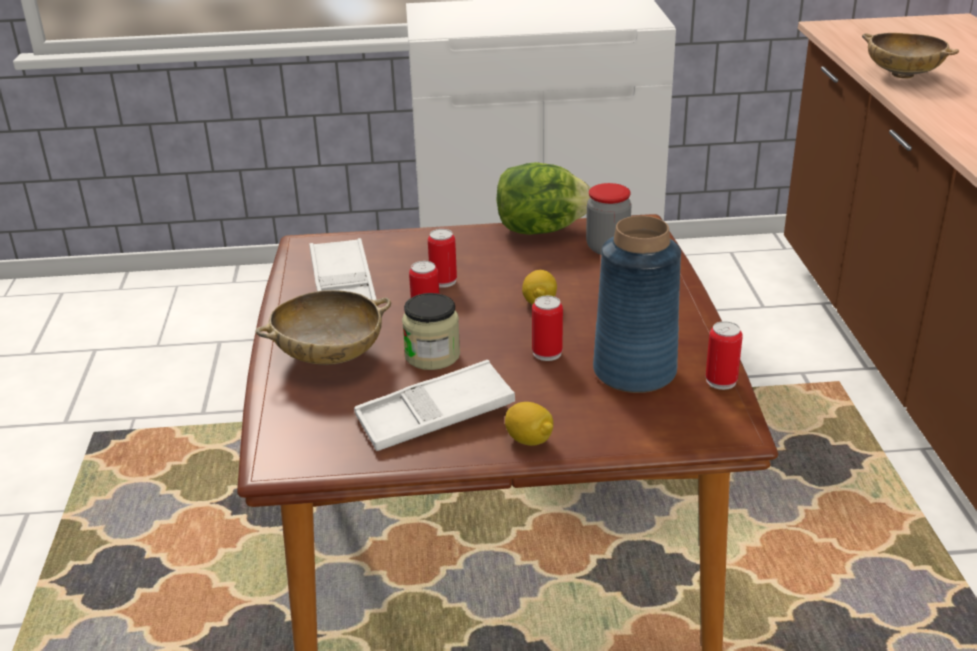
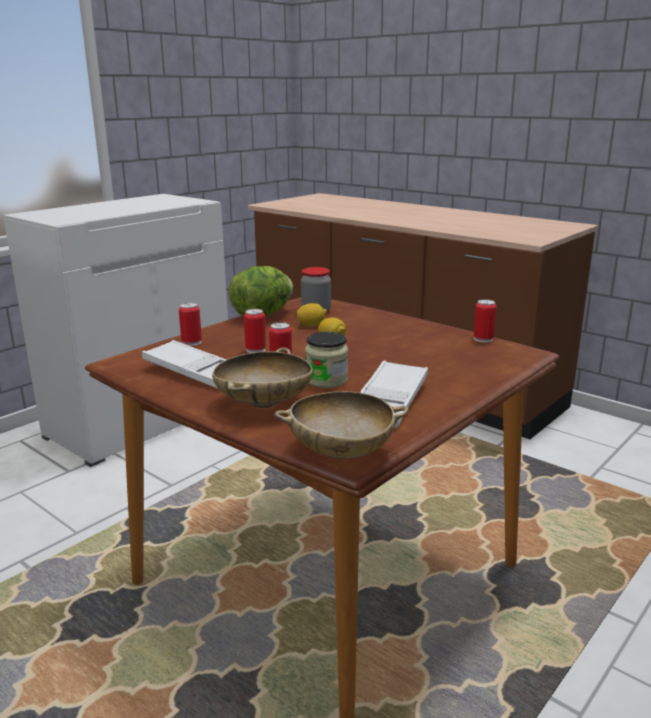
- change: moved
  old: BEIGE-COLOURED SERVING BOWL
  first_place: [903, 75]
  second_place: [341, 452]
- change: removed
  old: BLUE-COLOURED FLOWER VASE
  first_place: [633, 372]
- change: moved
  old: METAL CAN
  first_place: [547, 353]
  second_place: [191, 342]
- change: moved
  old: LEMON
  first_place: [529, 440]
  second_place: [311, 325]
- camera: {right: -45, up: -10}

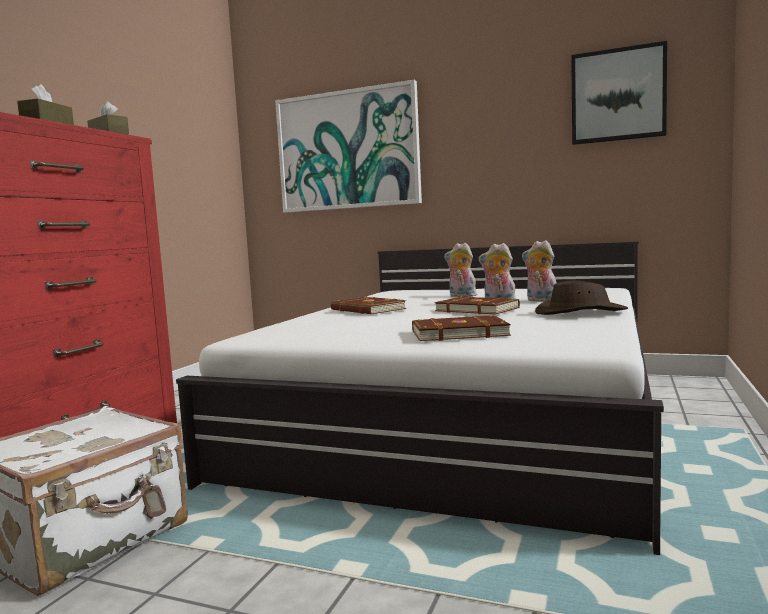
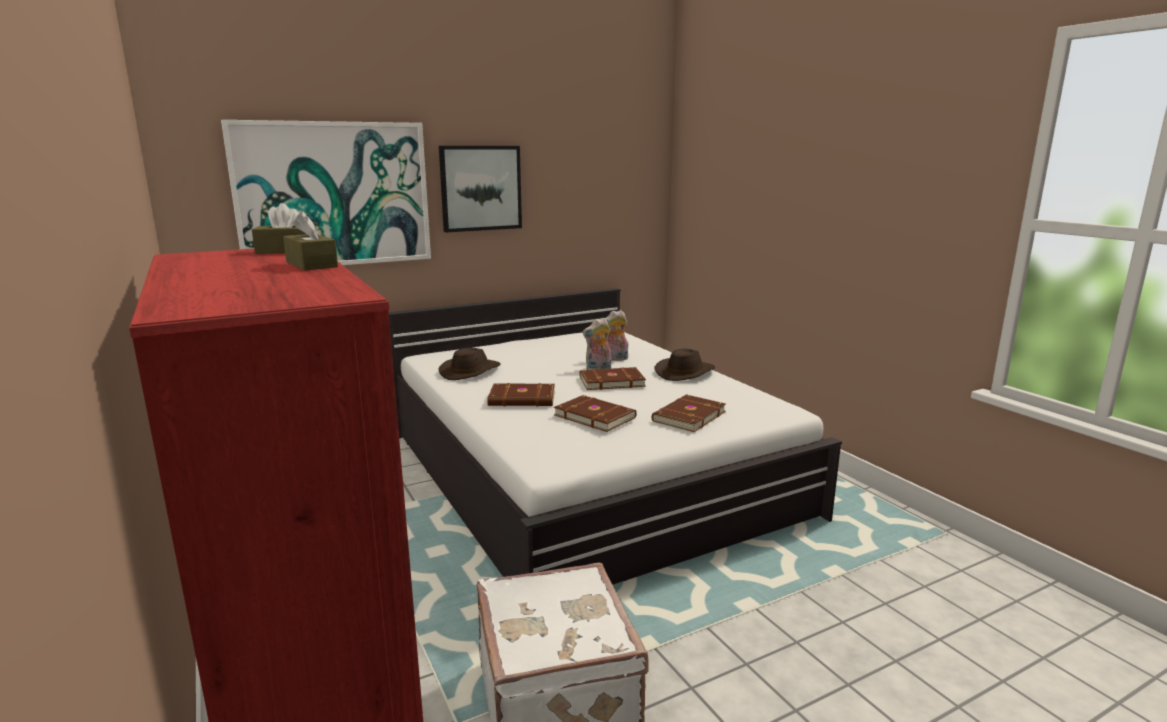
- change: moved
  old: PICTURE
  first_place: [618, 95]
  second_place: [480, 188]
- change: removed
  old: SOFT TOY
  first_place: [461, 296]
- change: added
  new: BROWN-COLOURED CLOTHING HAT
  second_place: [470, 371]
- change: added
  new: BROWN-COLOURED BOOK
  second_place: [595, 416]
- camera: {right: -50, up: 10}

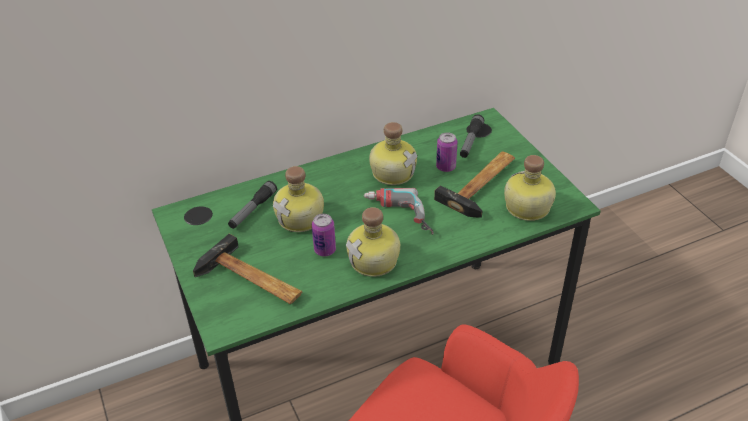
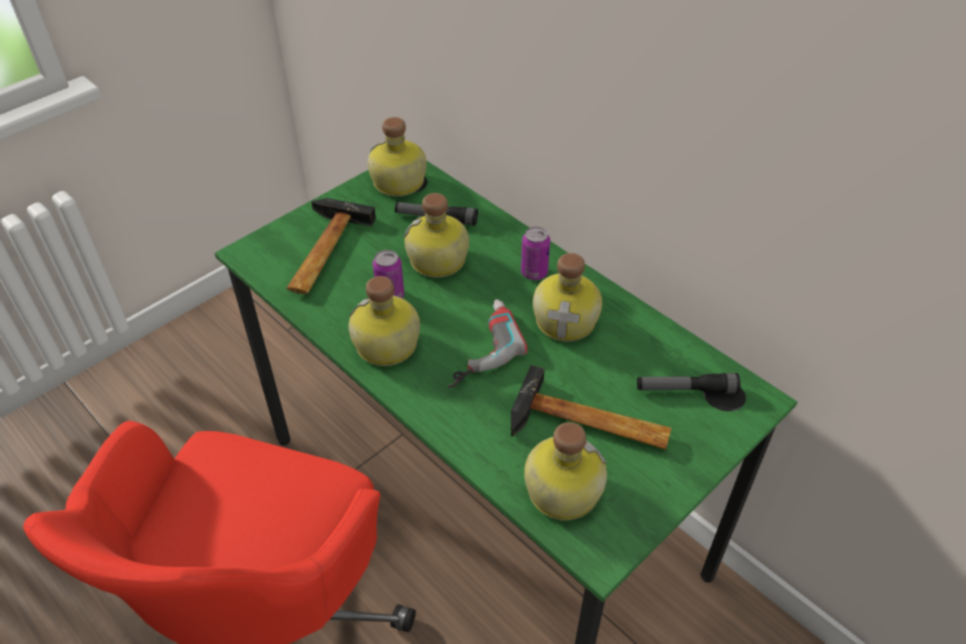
- change: moved
  old: METAL CAN
  first_place: [446, 167]
  second_place: [534, 273]
- change: added
  new: BOTTLE
  second_place: [398, 183]
- camera: {right: 70, up: 5}

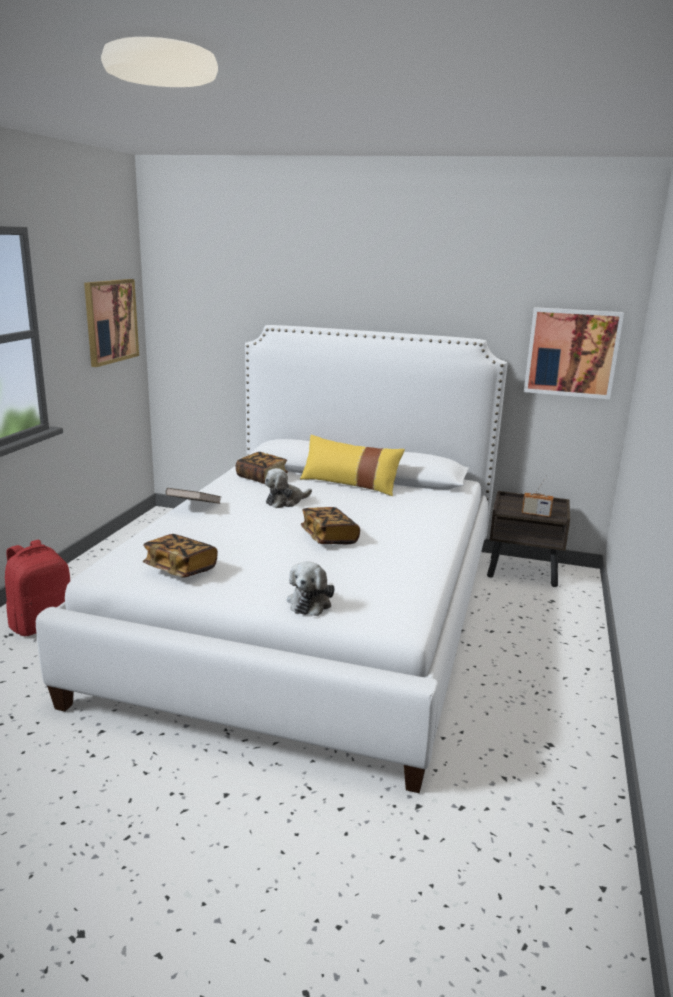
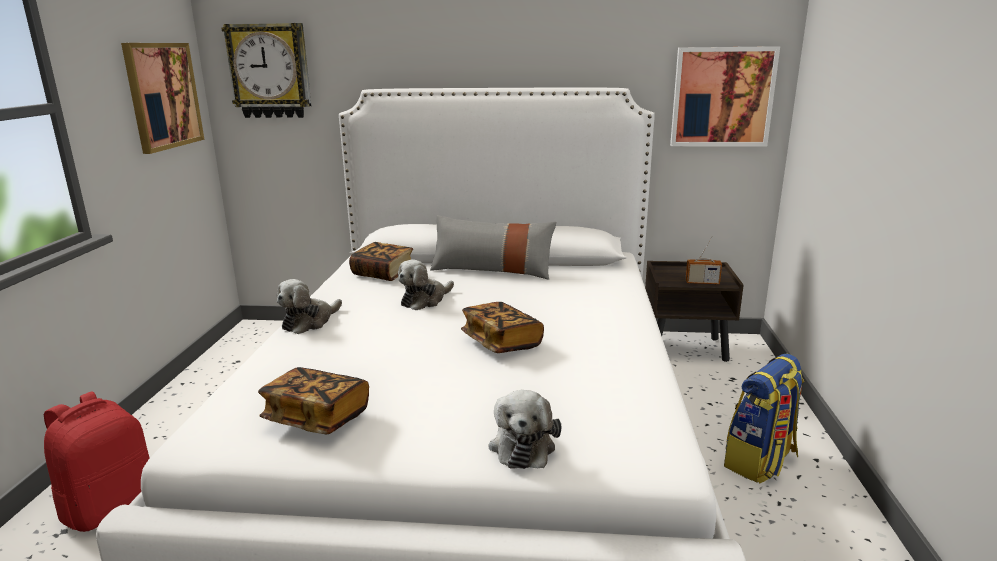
- change: recoloured
  old: YELLOWISH THROW PILLOW
  new: GREYISH THROW PILLOW
  first_place: [350, 484]
  second_place: [492, 270]
- change: replaced
  old: BROWN-COLOURED BOOK
  new: SOFT TOY
  first_place: [194, 508]
  second_place: [309, 322]
- change: added
  new: HANGING CLOCK
  second_place: [270, 71]
- change: added
  new: BACKPACK
  second_place: [760, 462]
- camera: {right: -10, up: 0}

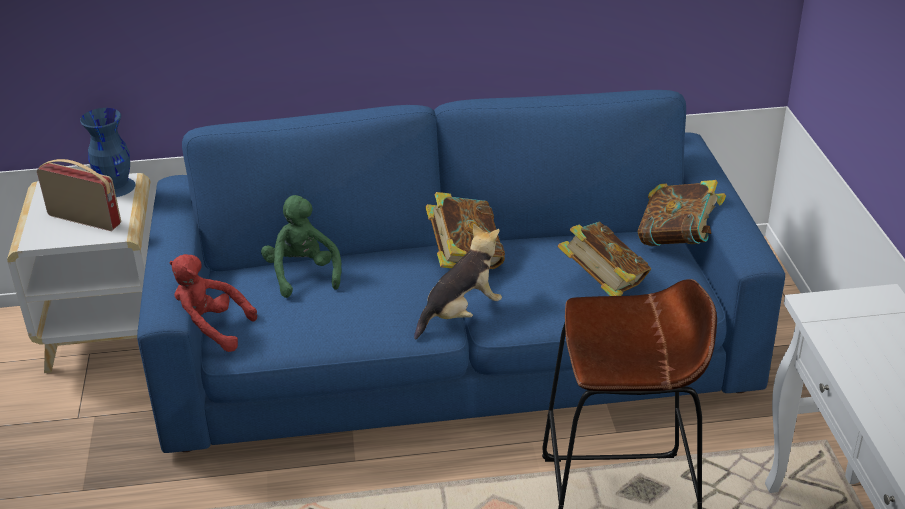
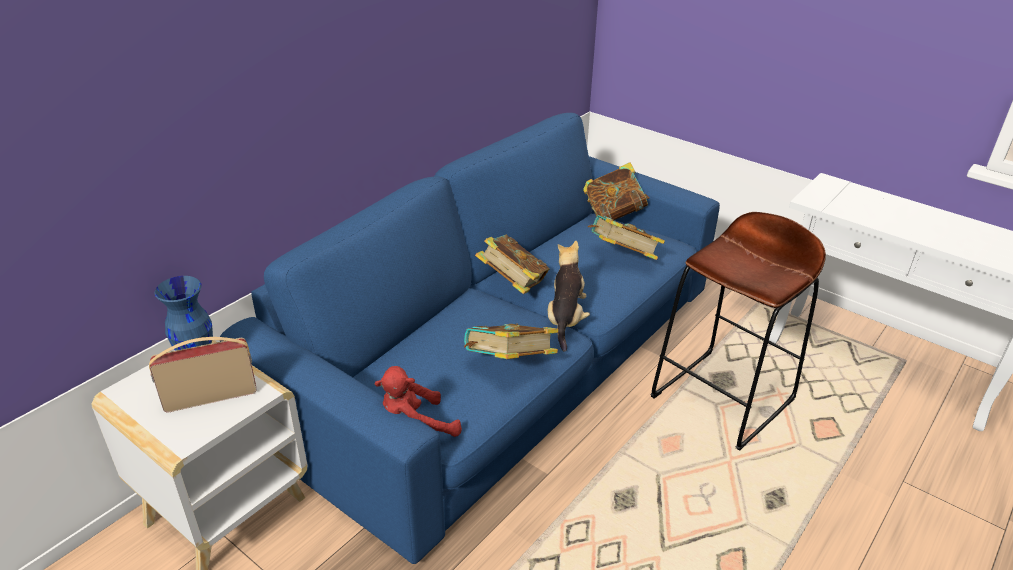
- change: removed
  old: GREEN-COLOURED SOFT TOY
  first_place: [303, 274]
- change: added
  new: BOOK
  second_place: [509, 365]
- camera: {right: -45, up: 0}

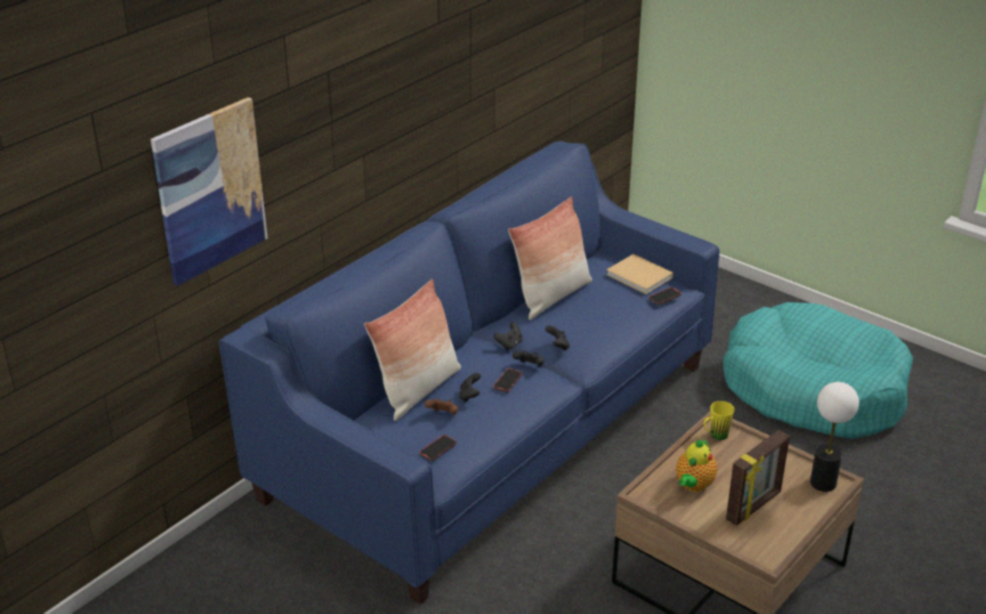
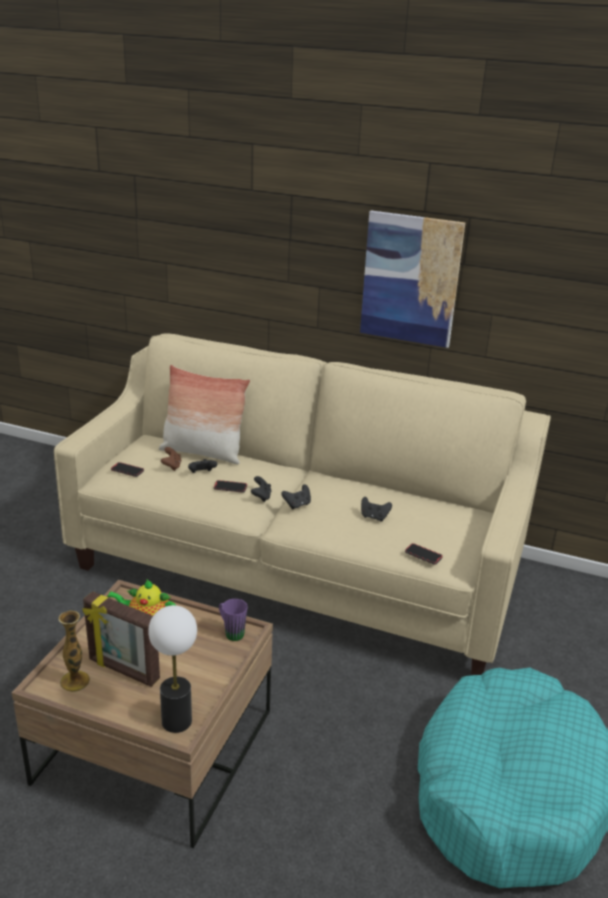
- change: moved
  old: PICTURE
  first_place: [210, 190]
  second_place: [410, 279]
- change: recoloured
  old: BLUE-COLOURED SETTEE
  new: BEIGE-COLOURED SETTEE
  first_place: [492, 432]
  second_place: [298, 566]
- change: removed
  old: THROW PILLOW
  first_place: [552, 296]
- change: removed
  old: BEIGE-COLOURED BOOK
  first_place: [640, 277]
- change: moved
  old: BLACKISH GAME CONTROLLER
  first_place: [509, 344]
  second_place: [374, 517]
- change: recoloured
  old: YELLOWISH TEA MUG
  new: PURPLISH TEA MUG
  first_place: [715, 436]
  second_place: [231, 632]
- change: added
  new: FLOWER VASE
  second_place: [74, 681]
- camera: {right: 70, up: -5}

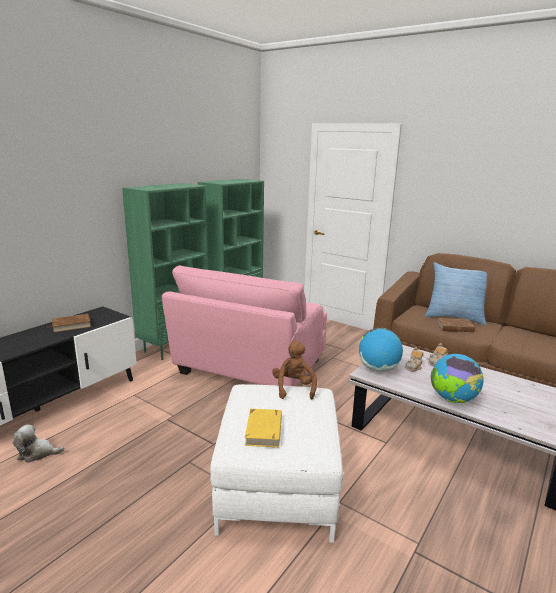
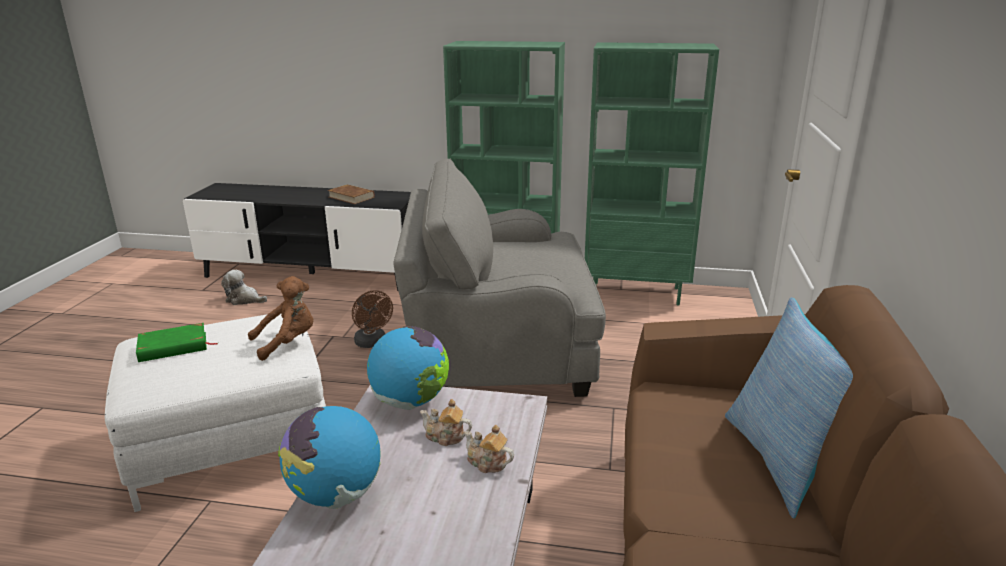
- change: recoloured
  old: PINK EASY CHAIR
  new: GREYISH EASY CHAIR
  first_place: [249, 368]
  second_place: [497, 348]
- change: removed
  old: BROWN-COLOURED BOOK
  first_place: [455, 327]
- change: recoloured
  old: YELLOWISH BOOK
  new: GREEN-COLOURED BOOK
  first_place: [264, 430]
  second_place: [173, 347]
- change: turned
  old: SOFT TOY
  first_place: [37, 453]
  second_place: [244, 300]
  degrees: -45
- change: added
  new: BROWN-COLOURED COOLING FAN
  second_place: [372, 343]
- camera: {right: 65, up: 5}

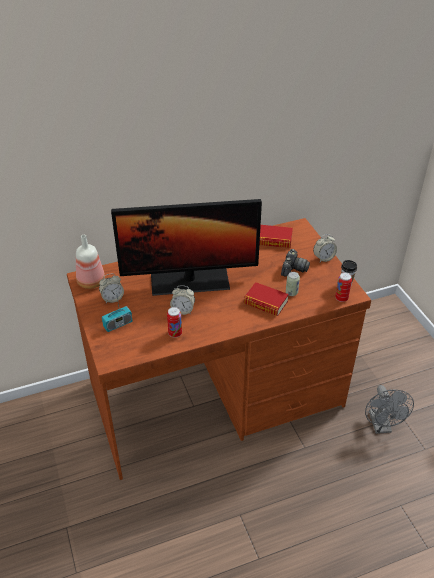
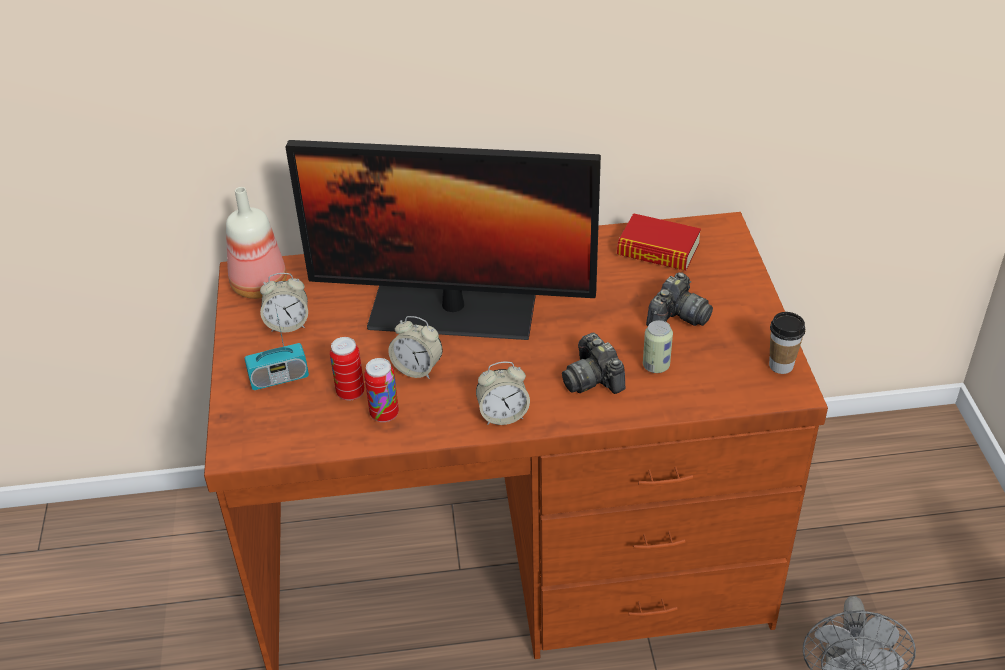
- change: moved
  old: BEDSIDE CLOCK
  first_place: [323, 258]
  second_place: [503, 415]
- change: moved
  old: METAL CAN
  first_place: [341, 298]
  second_place: [350, 392]
- change: replaced
  old: BOOK
  new: PHOTO CAMERA
  first_place: [265, 303]
  second_place: [593, 379]
- camera: {right: 15, up: 0}

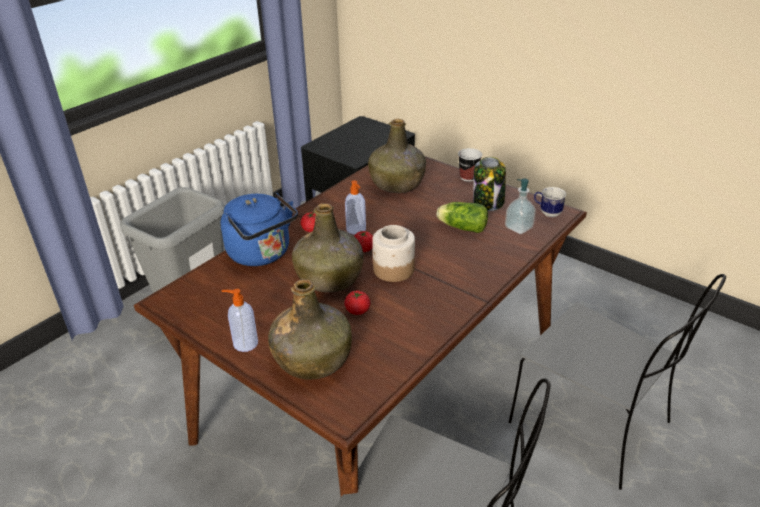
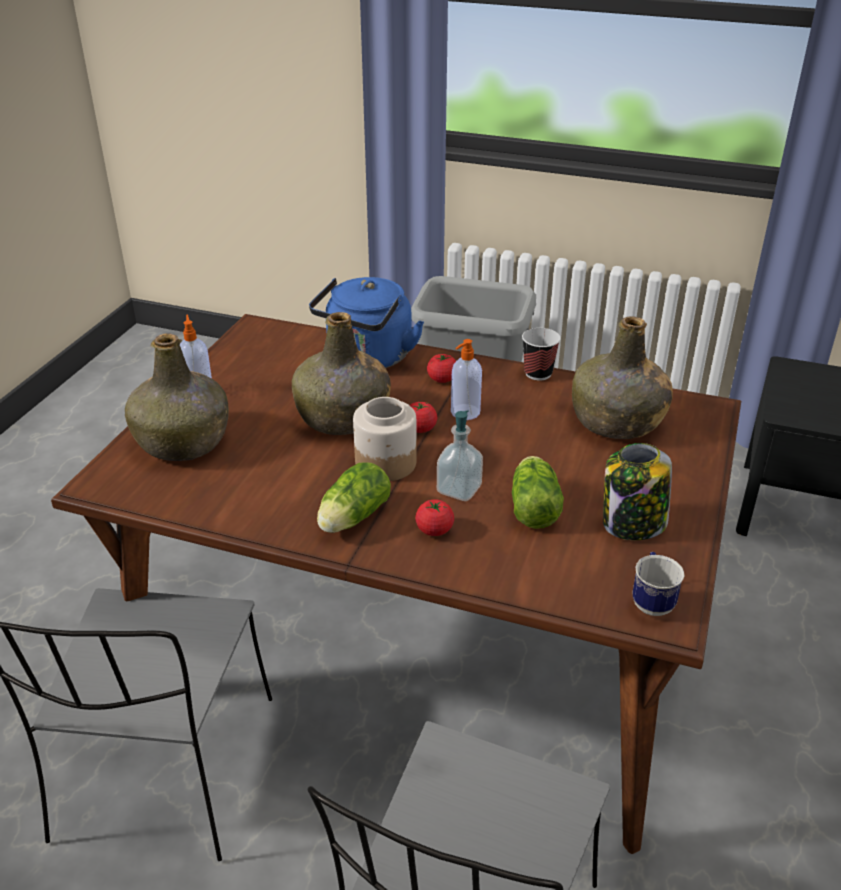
- change: moved
  old: SMALL CUP
  first_place: [468, 177]
  second_place: [538, 373]
- change: moved
  old: LIQUID SOAP BOTTLE
  first_place: [518, 227]
  second_place: [459, 489]
- change: moved
  old: FRESH TOMATO
  first_place: [357, 311]
  second_place: [434, 530]
- change: added
  new: HEAD OF LETTUCE
  second_place: [351, 518]
- camera: {right: 70, up: 0}

